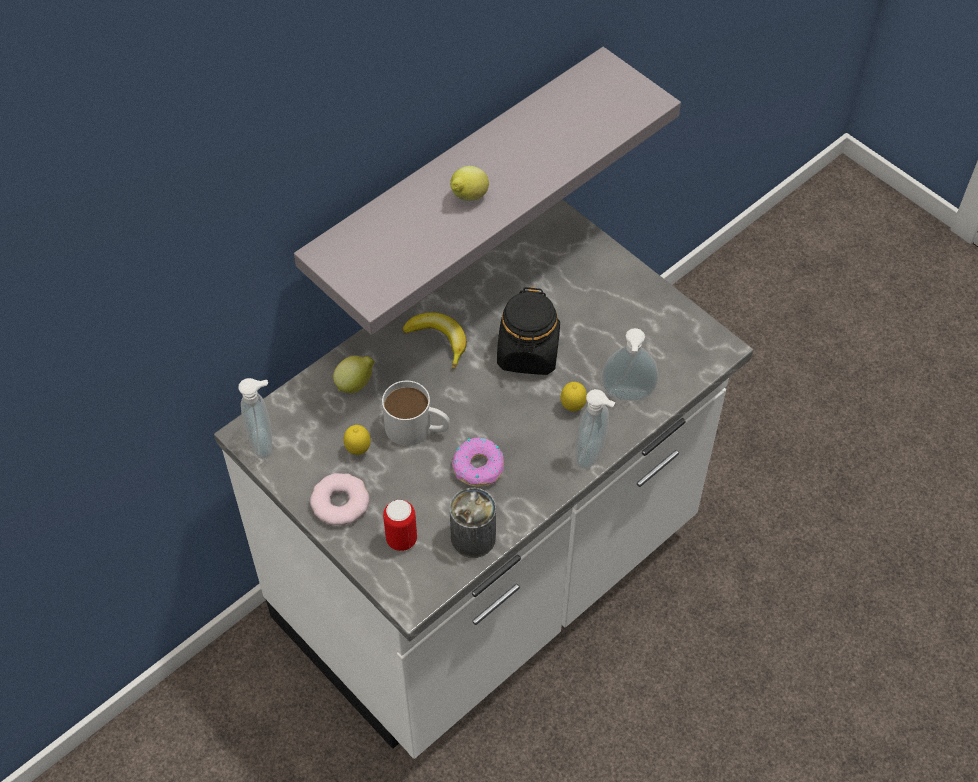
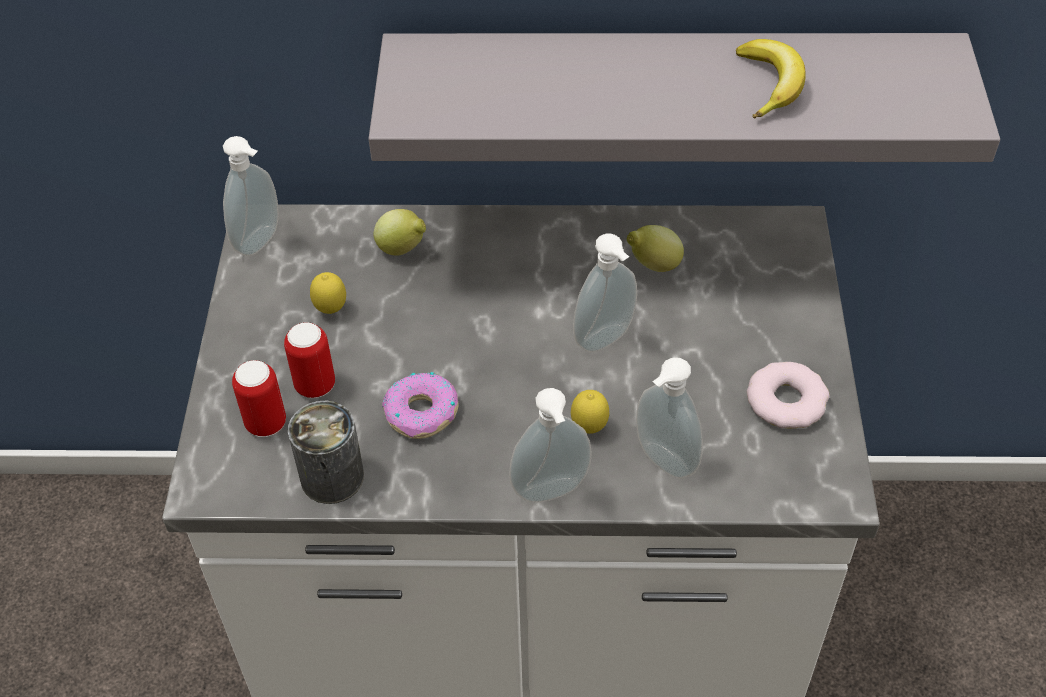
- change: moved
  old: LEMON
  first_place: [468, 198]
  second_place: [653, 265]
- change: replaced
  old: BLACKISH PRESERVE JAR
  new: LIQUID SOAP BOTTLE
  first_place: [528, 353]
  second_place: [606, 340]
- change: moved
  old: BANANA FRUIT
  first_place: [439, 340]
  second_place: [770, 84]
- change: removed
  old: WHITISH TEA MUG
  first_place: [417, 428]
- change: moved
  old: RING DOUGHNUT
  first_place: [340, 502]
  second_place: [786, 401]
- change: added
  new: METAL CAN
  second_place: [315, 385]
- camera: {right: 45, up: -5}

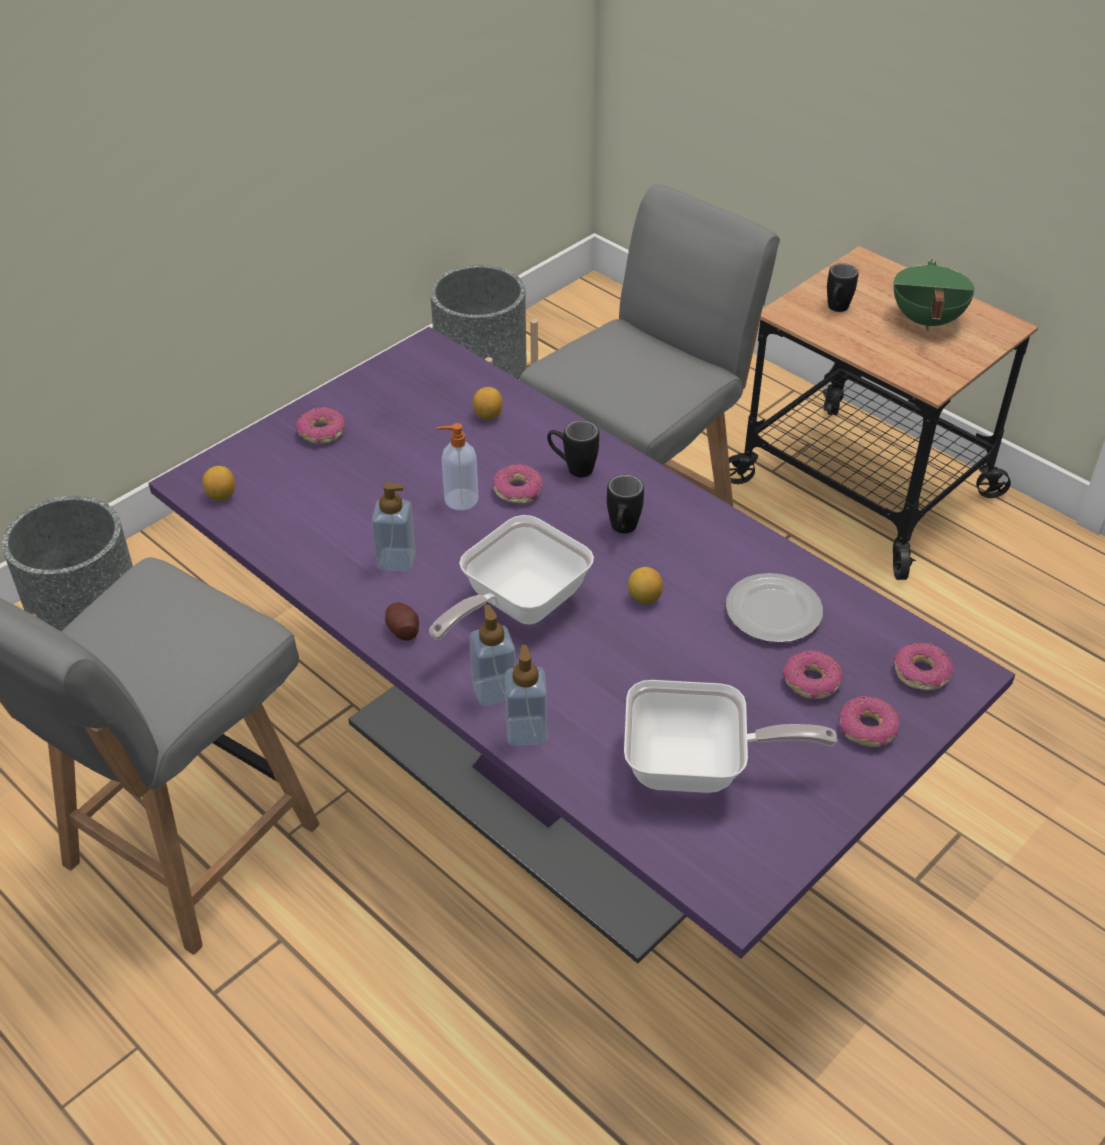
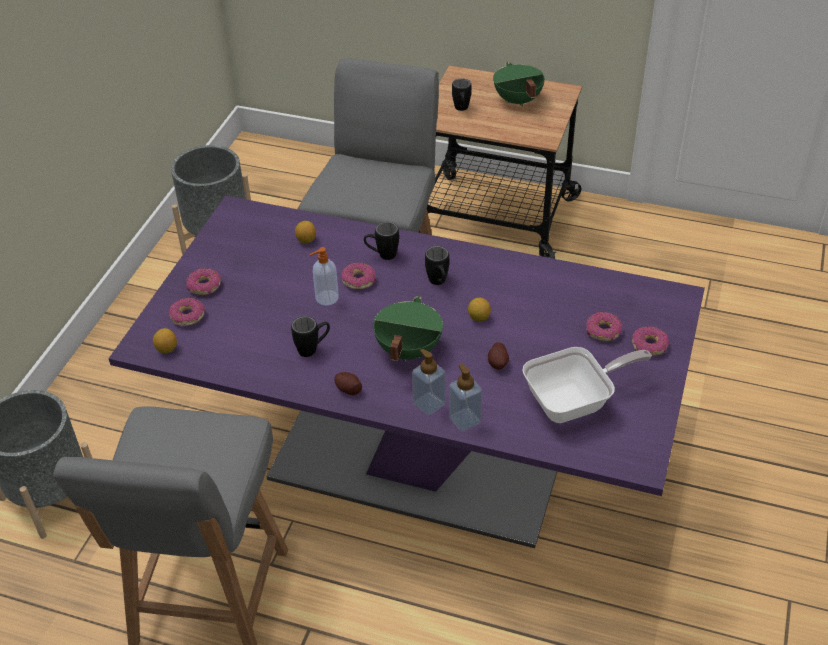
- change: replaced
  old: LIQUID SOAP BOTTLE
  new: BLACKISH TEA MUG
  first_place: [396, 560]
  second_place: [313, 349]
- change: replaced
  old: FRYING PAN
  new: GREEN-COLOURED SAUCEPOT
  first_place: [516, 606]
  second_place: [407, 350]
- change: removed
  old: FLAT DISH
  first_place: [774, 611]
- change: moved
  old: RING DOUGHNUT
  first_place: [921, 673]
  second_place: [187, 316]
- change: added
  new: SPUD
  second_place: [498, 363]
- camera: {right: -25, up: 0}

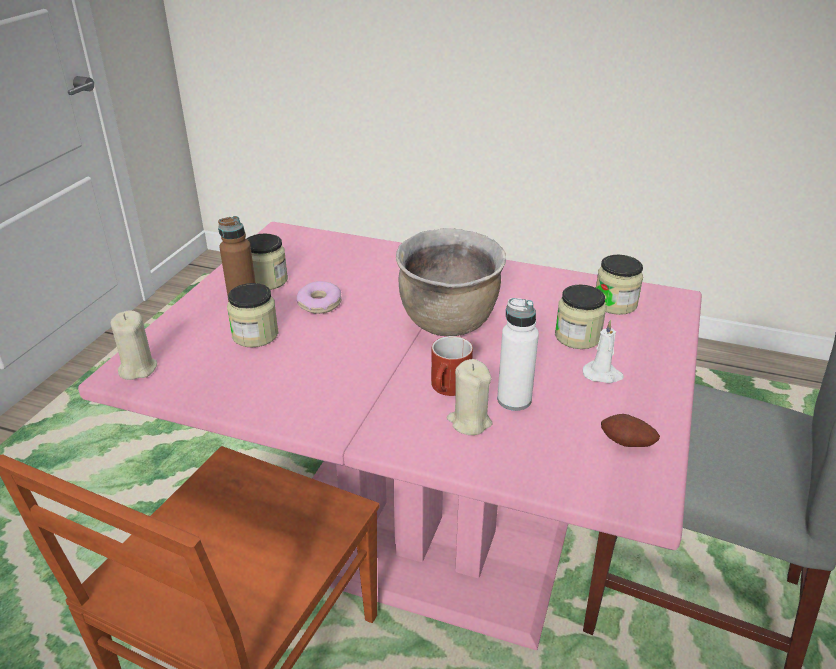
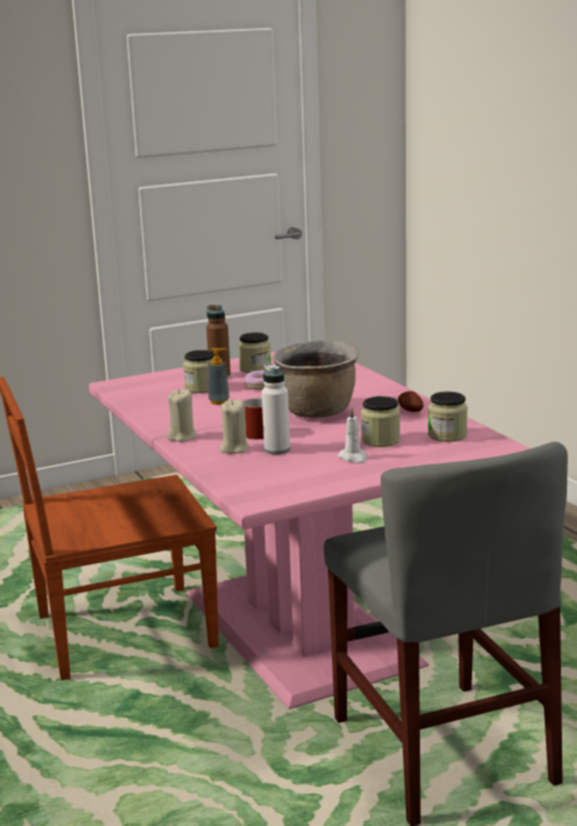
- change: moved
  old: BEIGE-COLOURED WAX CANDLE
  first_place: [137, 368]
  second_place: [182, 437]
- change: moved
  old: SPUD
  first_place: [626, 444]
  second_place: [410, 411]
- change: added
  new: LIQUID SOAP BOTTLE
  second_place: [219, 401]
- camera: {right: 45, up: -15}

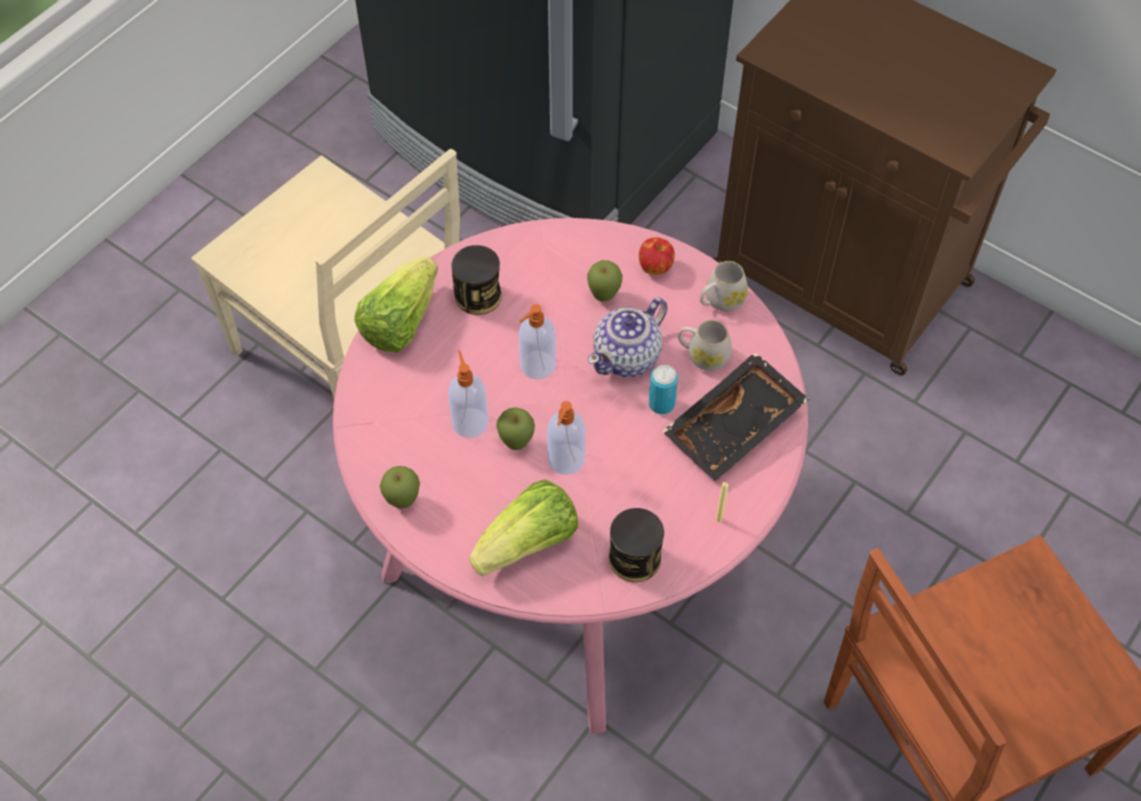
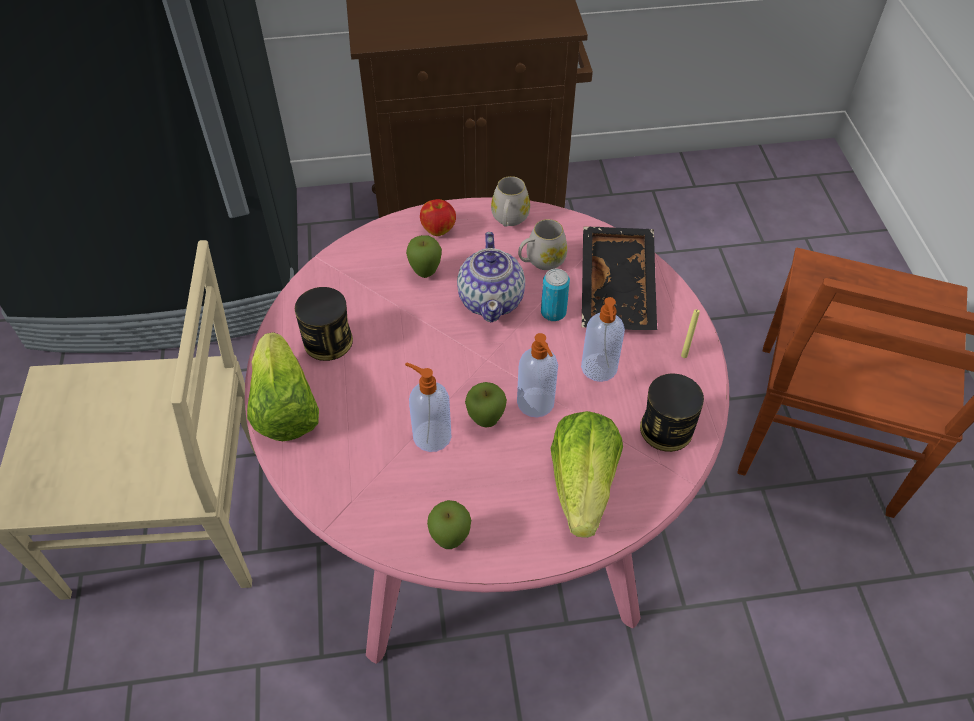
- change: moved
  old: LIQUID SOAP BOTTLE
  first_place: [536, 366]
  second_place: [599, 369]
- camera: {right: -45, up: -5}

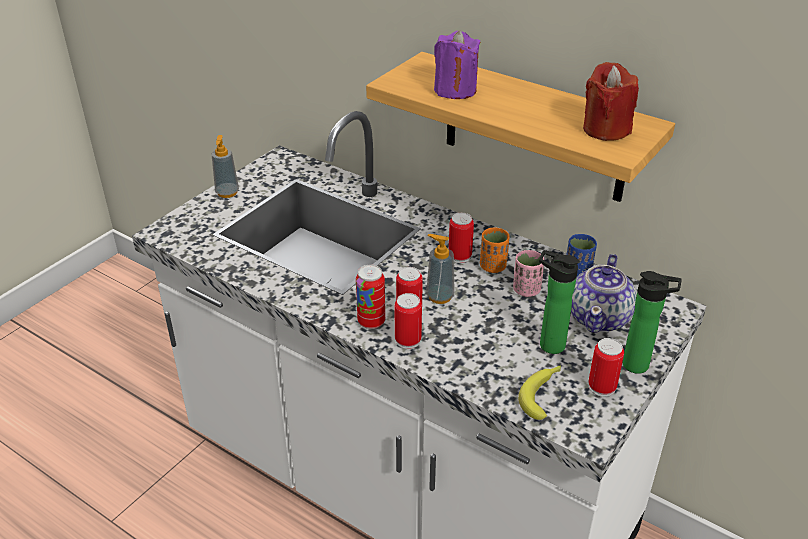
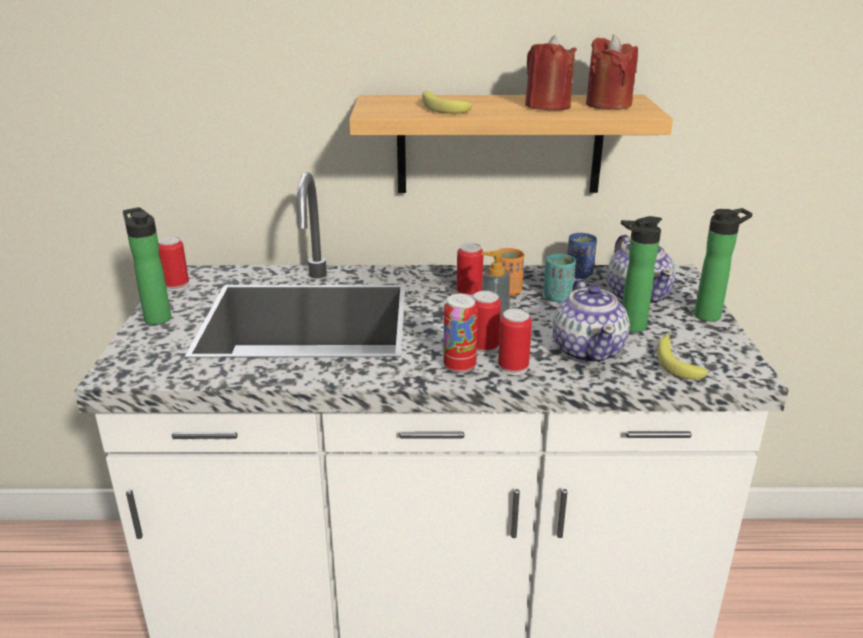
- change: replaced
  old: PURPLISH WAX CANDLE
  new: BANANA FRUIT
  first_place: [455, 90]
  second_place: [441, 107]
- change: replaced
  old: LIQUID SOAP BOTTLE
  new: BOTTLE
  first_place: [227, 192]
  second_place: [156, 317]
- change: recoloured
  old: PINK SMALL CUP
  new: TURQUOISE SMALL CUP
  first_place: [526, 290]
  second_place: [557, 297]
- change: moved
  old: METAL CAN
  first_place: [602, 387]
  second_place: [176, 285]
- change: added
  new: RED-COLOURED WAX CANDLE
  second_place: [547, 106]
- change: added
  new: TEA POT
  second_place: [588, 350]
- camera: {right: -35, up: -10}

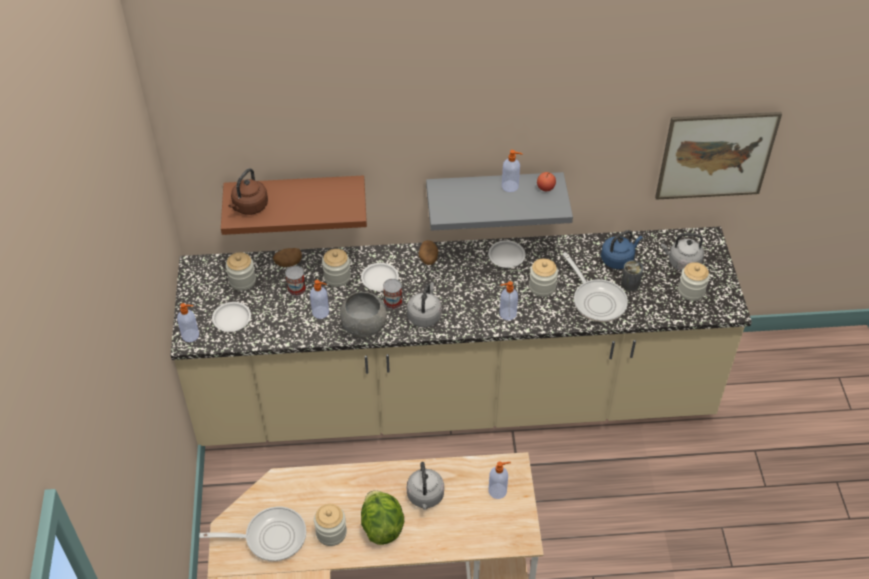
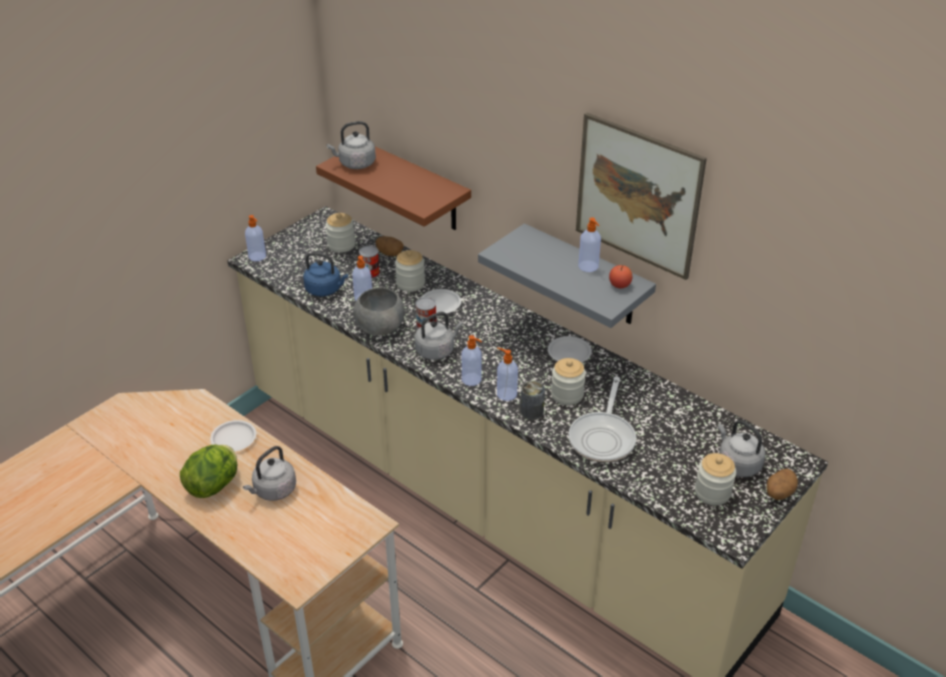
- change: moved
  old: PICTURE
  first_place: [716, 155]
  second_place: [638, 195]
- change: recoloured
  old: BROWN-COLOURED KETTLE
  new: GREYISH KETTLE
  first_place: [249, 207]
  second_place: [355, 164]
- change: moved
  old: BLUE-COLOURED KETTLE
  first_place: [618, 259]
  second_place: [325, 290]
- change: moved
  old: SPUD
  first_place: [428, 259]
  second_place: [779, 493]
- change: moved
  old: METAL CAN
  first_place: [630, 284]
  second_place: [532, 411]
- change: moved
  old: WHITISH FLAT DISH
  first_place: [232, 319]
  second_place: [234, 439]
- change: moved
  old: LIQUID SOAP BOTTLE
  first_place: [498, 491]
  second_place: [472, 380]
- change: removed
  old: PRESERVE JAR
  first_place: [331, 532]
- change: removed
  old: FRYING PAN
  first_place: [270, 537]
- camera: {right: 45, up: -10}

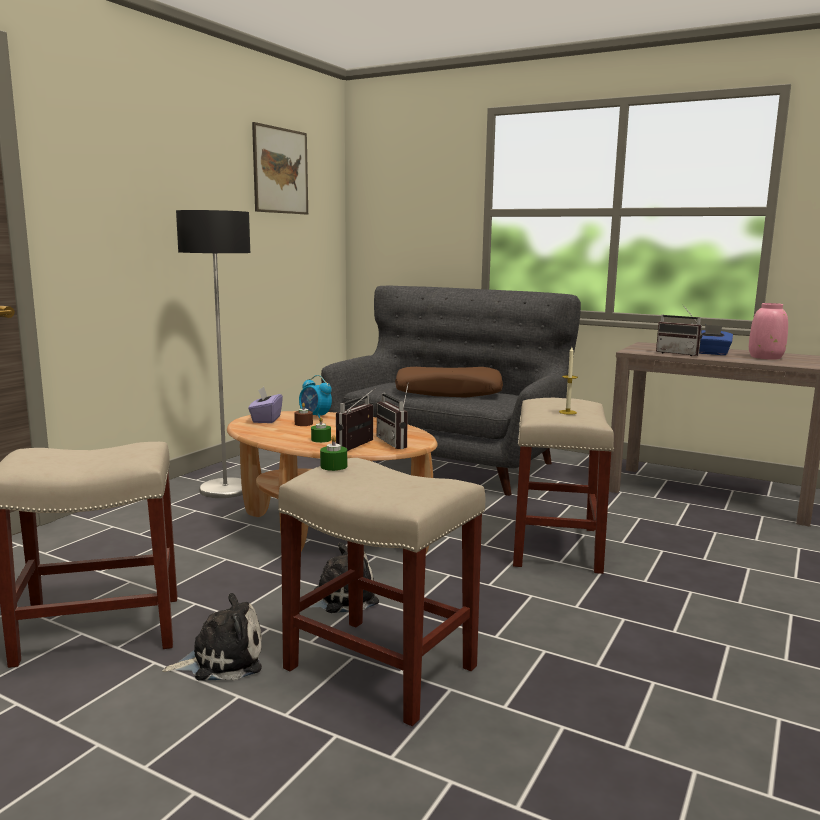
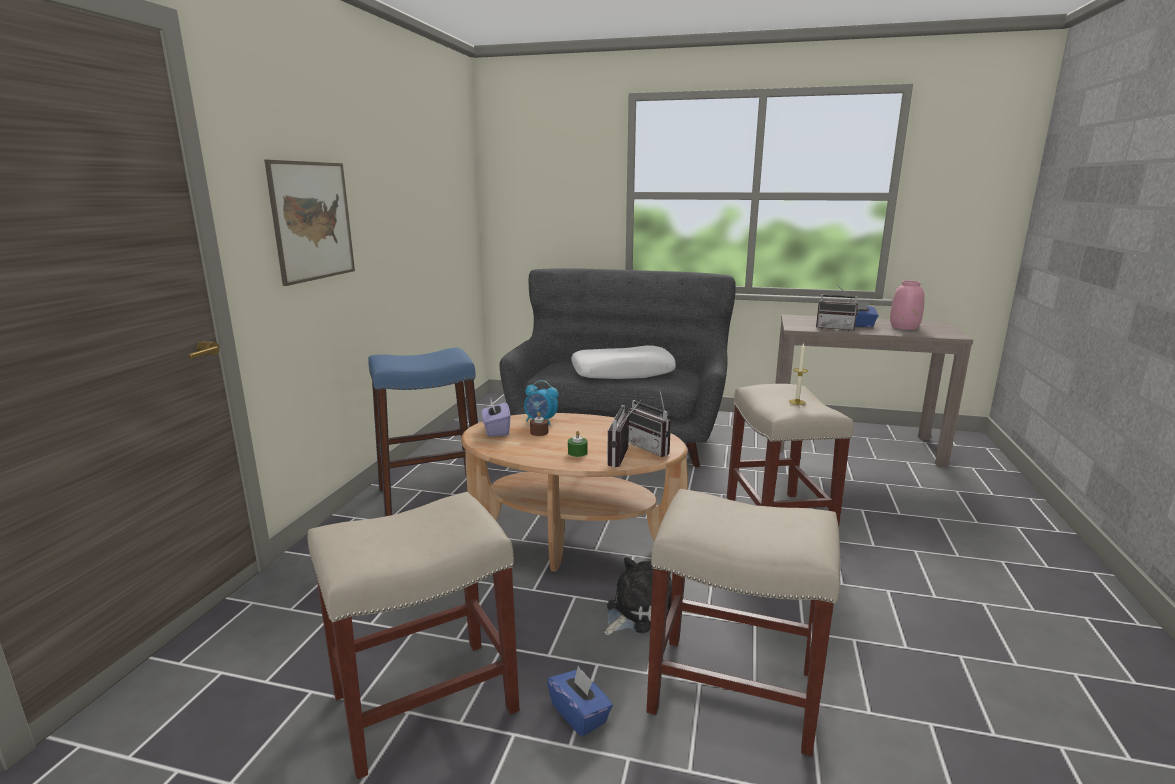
- change: moved
  old: PICTURE
  first_place: [280, 171]
  second_place: [312, 221]
- change: replaced
  old: FLOOR LAMP
  new: BLUE-COLOURED STOOL
  first_place: [226, 489]
  second_place: [431, 495]
- change: recoloured
  old: BROWN-COLOURED THROW PILLOW
  new: WHITISH THROW PILLOW
  first_place: [448, 392]
  second_place: [622, 373]
- change: removed
  old: GREEN-COLOURED WAX CANDLE
  first_place: [333, 466]
- change: replaced
  old: SOFT TOY
  new: BLUE-COLOURED TISSUE HOLDER
  first_place: [222, 659]
  second_place: [579, 714]
- camera: {right: -15, up: 5}

